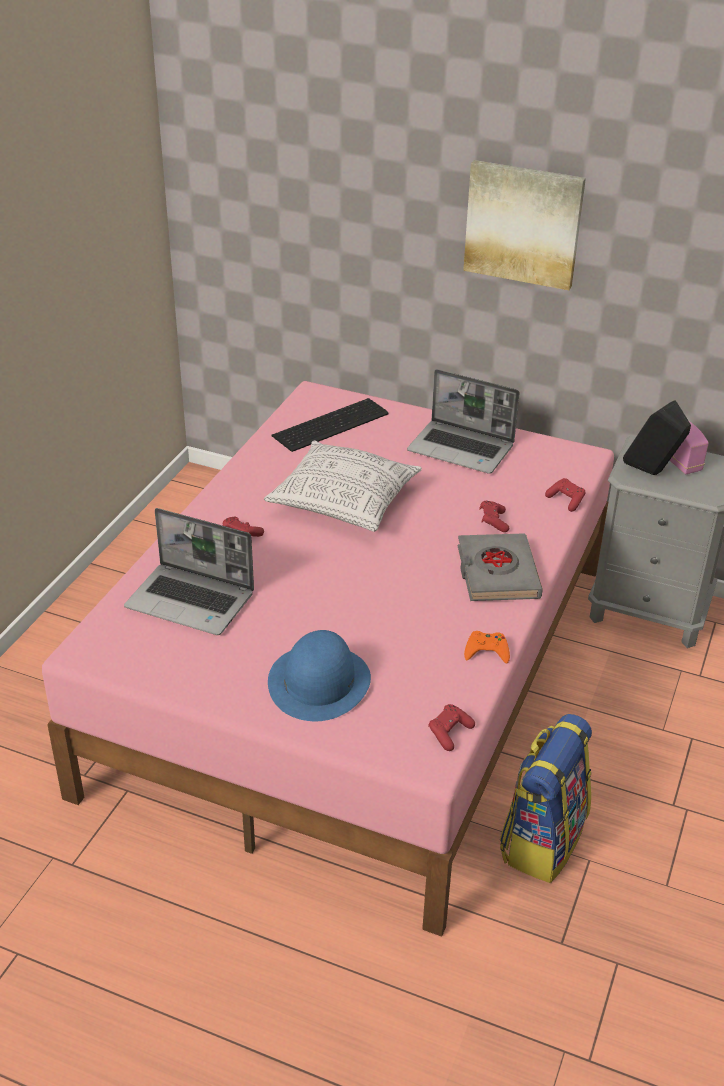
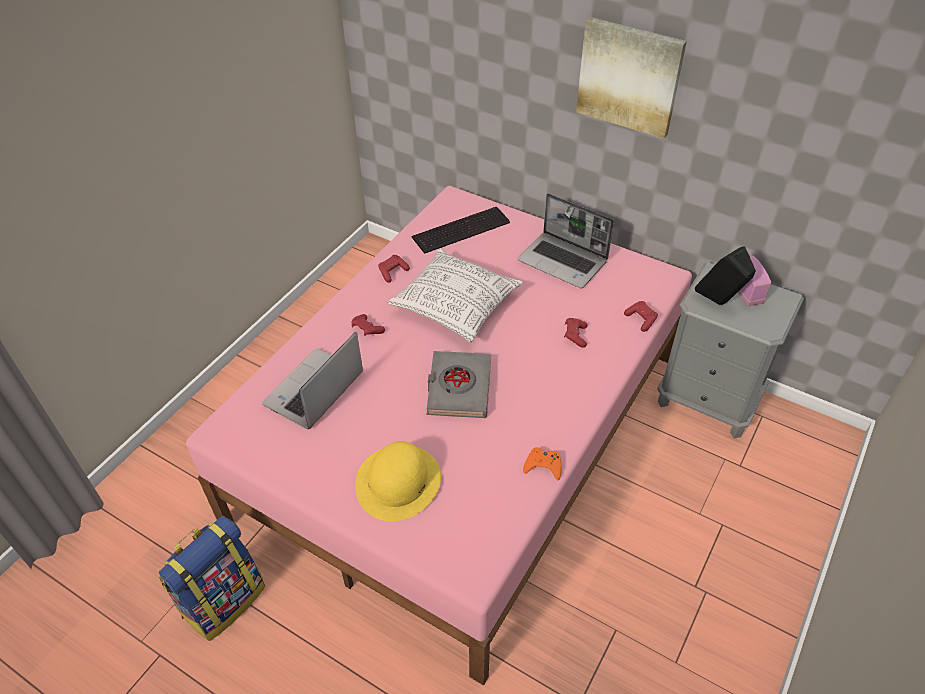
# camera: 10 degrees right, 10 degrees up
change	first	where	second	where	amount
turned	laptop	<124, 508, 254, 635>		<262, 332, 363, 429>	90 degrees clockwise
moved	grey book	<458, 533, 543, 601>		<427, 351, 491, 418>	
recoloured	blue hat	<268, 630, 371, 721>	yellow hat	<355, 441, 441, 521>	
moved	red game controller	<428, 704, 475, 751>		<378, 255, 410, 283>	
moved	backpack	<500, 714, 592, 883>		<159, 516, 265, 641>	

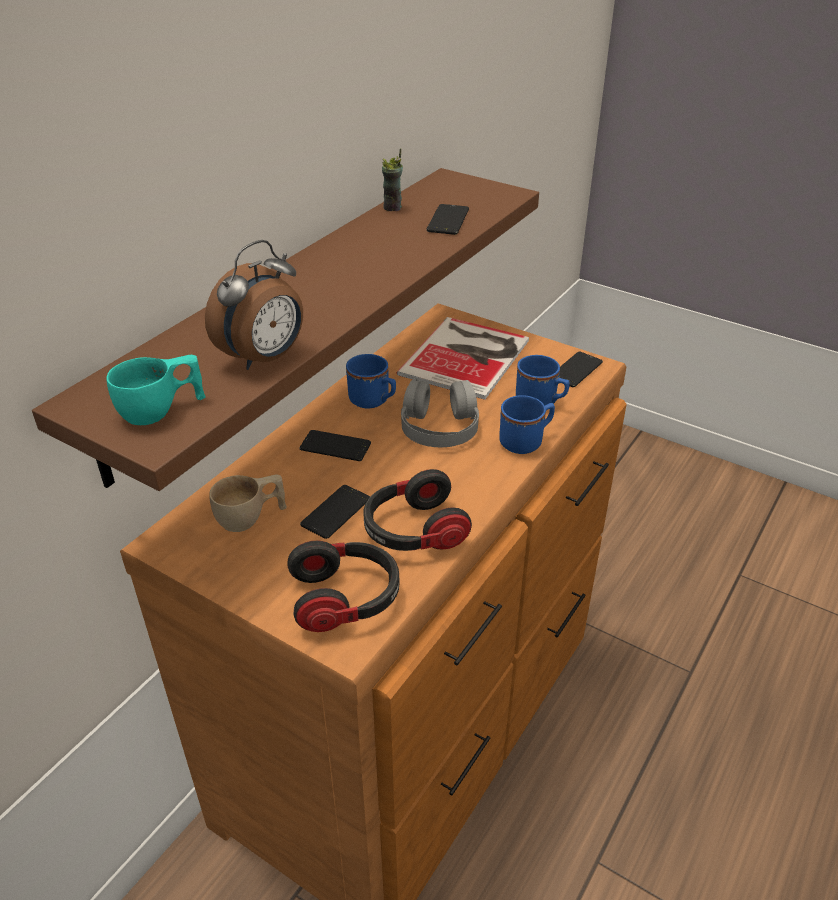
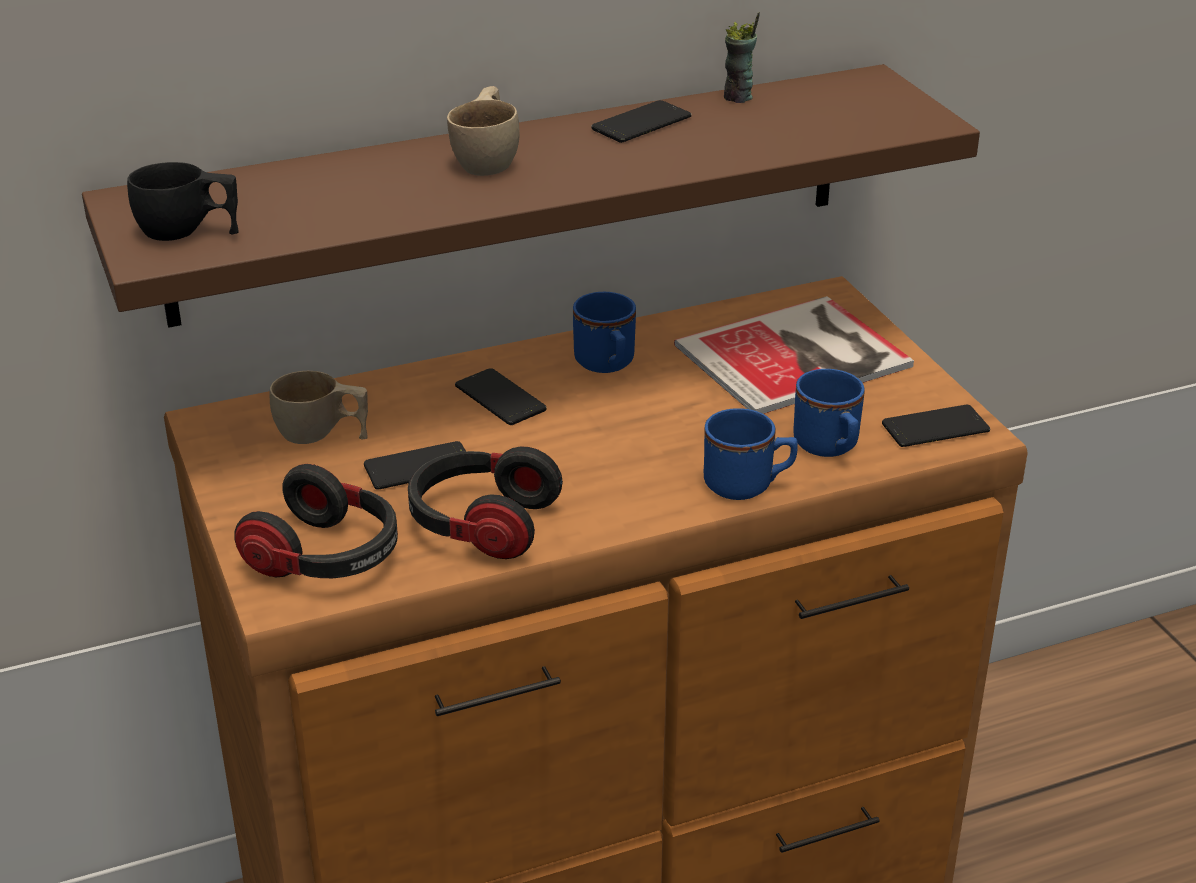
# camera: 35 degrees right, 5 degrees down
change	first	where	second	where	amount
moved	phone	<427, 204, 469, 235>		<592, 100, 691, 143>	
removed	alarm clock	<205, 240, 303, 370>			
recoloured	turquoise cup	<106, 355, 206, 425>	black cup	<127, 162, 239, 241>	
removed	grey headphones	<401, 378, 479, 447>			
added			beige cup	<447, 86, 520, 176>	

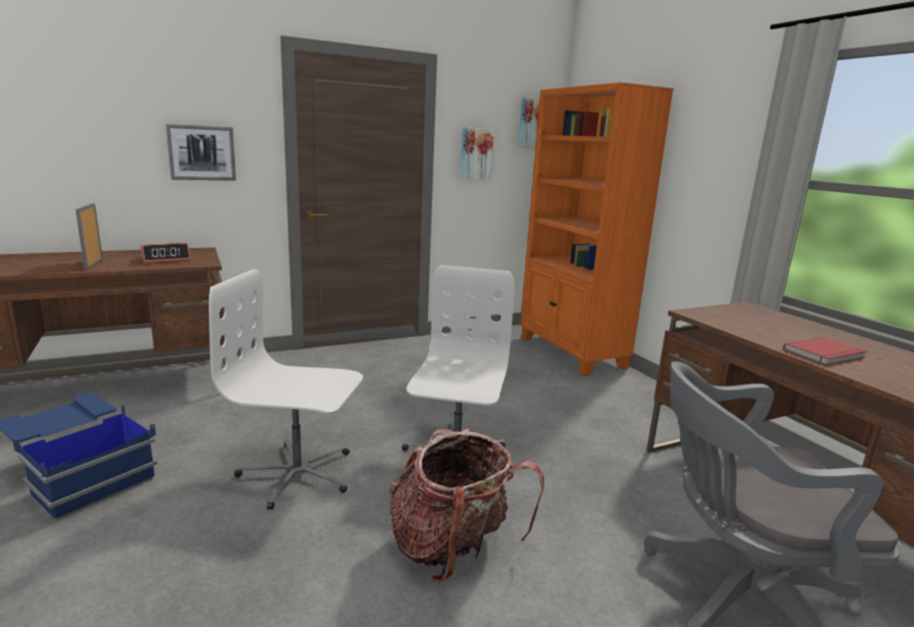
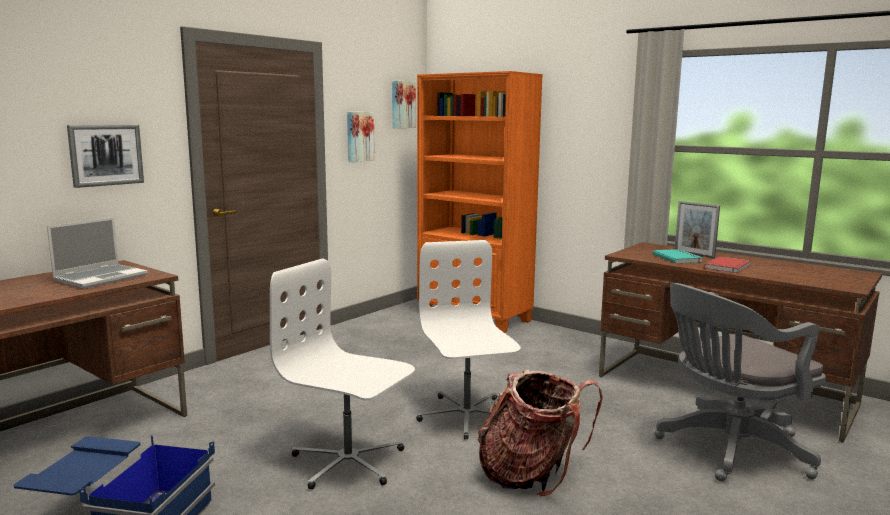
# camera: 25 degrees left, 5 degrees down
change	first	where	second	where	amount
moved	picture frame	<75, 203, 103, 270>		<675, 201, 720, 258>	
replaced	alarm clock	<141, 242, 190, 263>	laptop	<47, 217, 148, 289>	
turned	white office chair	<209, 269, 363, 510>		<270, 258, 415, 490>	45 degrees clockwise
added			turquoise book	<653, 249, 702, 263>	

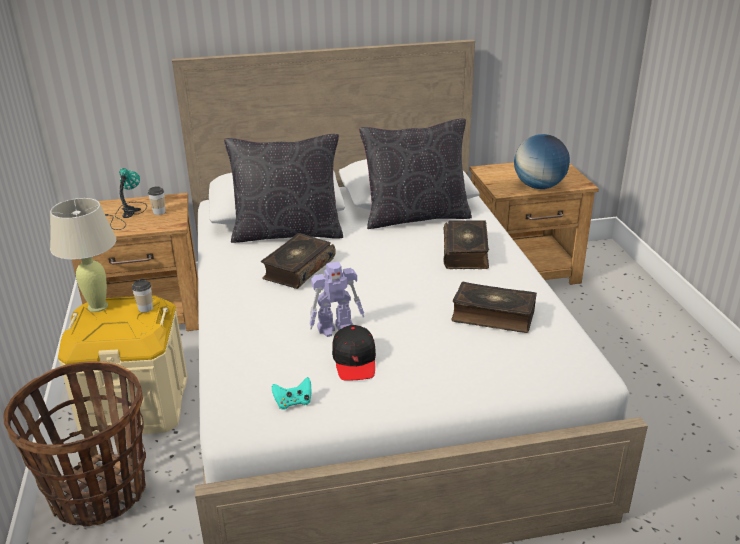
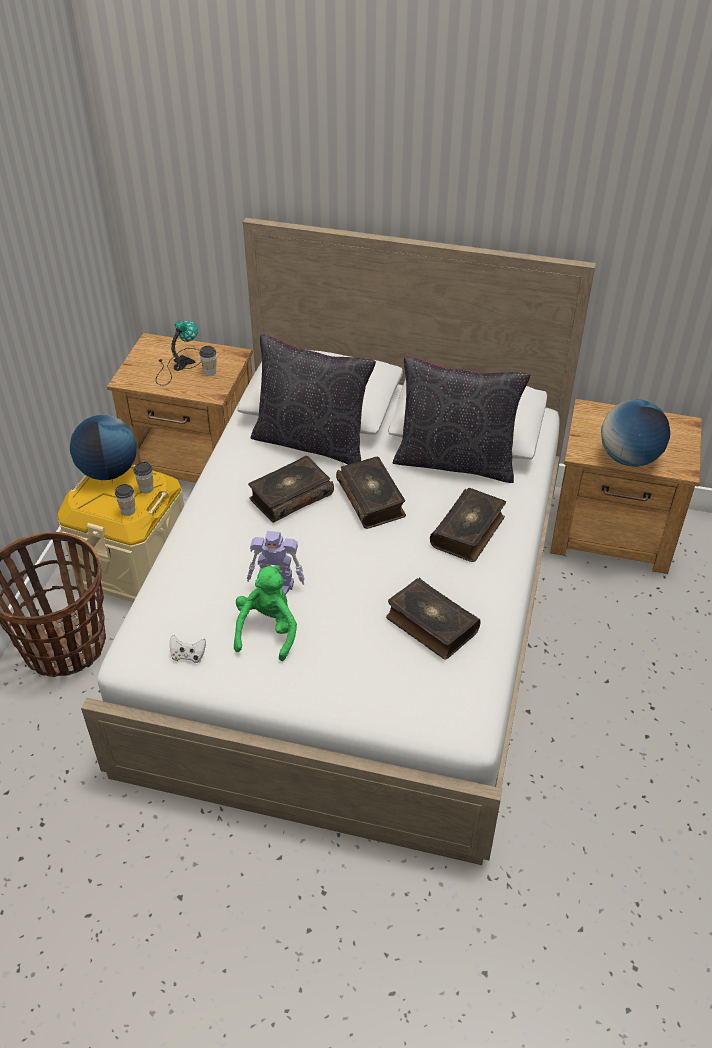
# camera: 25 degrees right, 15 degrees up
change	first	where	second	where	amount
replaced	beige table lamp	<50, 198, 116, 312>	globe	<70, 415, 137, 480>	
replaced	black cap	<332, 325, 376, 380>	green plush toy	<234, 566, 297, 661>	
recoloured	turquoise game controller	<272, 377, 312, 410>	white game controller	<170, 635, 206, 663>	
added			book	<336, 457, 406, 529>	
added			cup	<115, 484, 135, 516>	

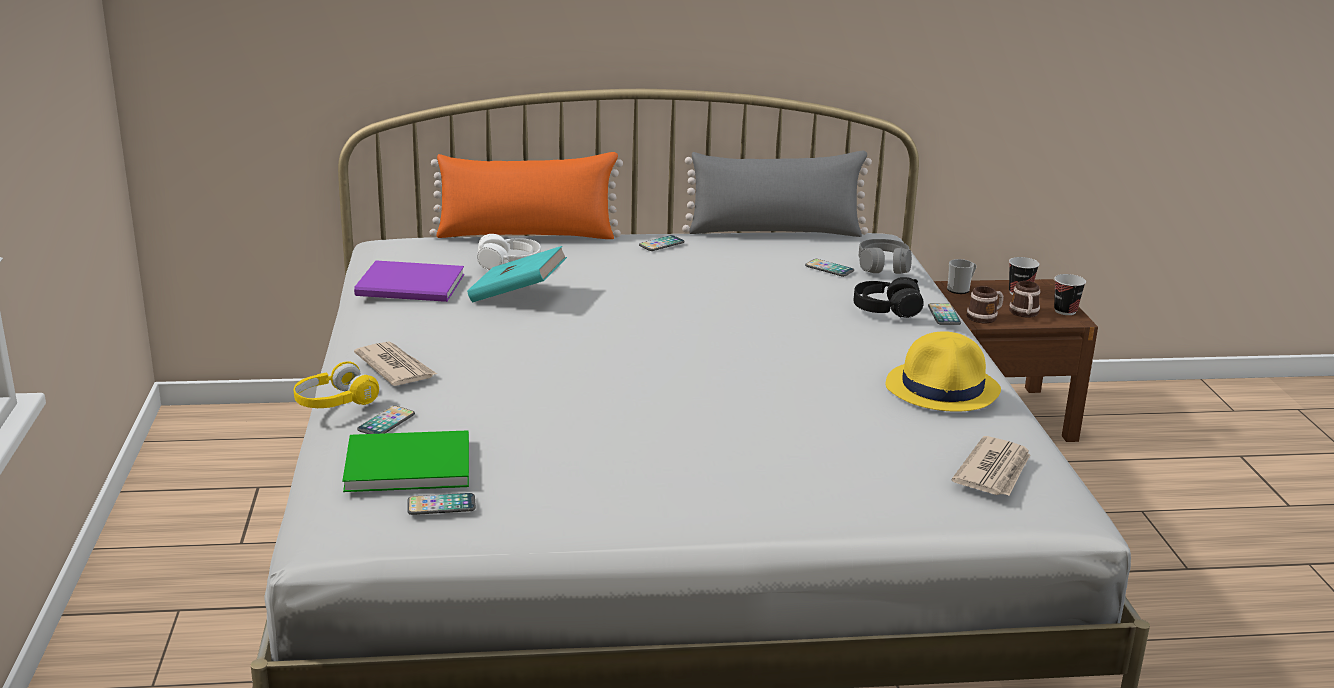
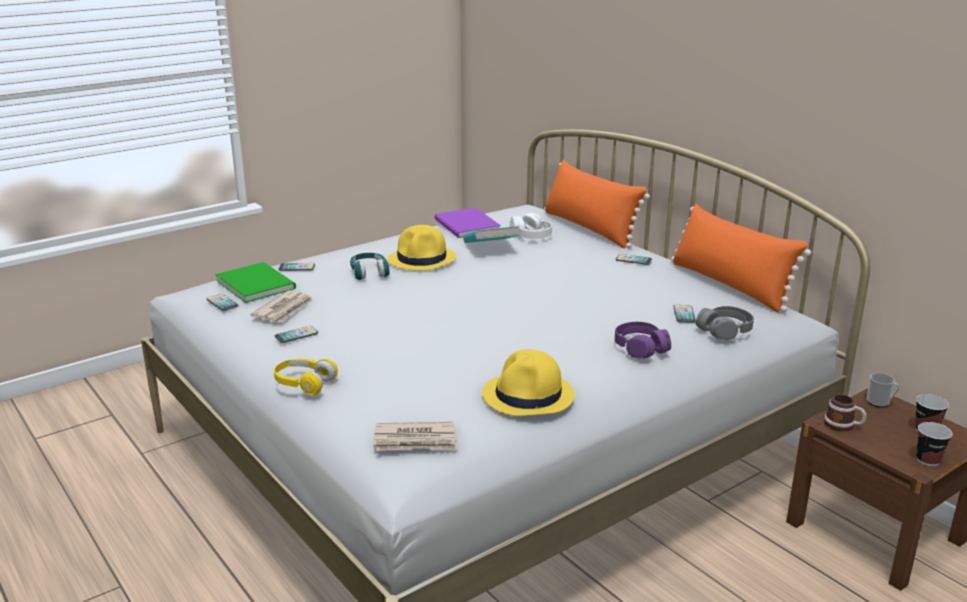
# camera: 60 degrees right, 0 degrees up
change	first	where	second	where	amount
recoloured	grey pillow	<682, 151, 872, 237>	orange pillow	<671, 204, 811, 313>	
recoloured	black headphones	<854, 277, 924, 318>	purple headphones	<615, 322, 671, 358>	
removed	mug	<1009, 281, 1040, 317>			
moved	phone	<928, 303, 961, 325>		<275, 326, 318, 343>	
moved	newspaper	<354, 341, 437, 386>		<250, 290, 313, 322>	
moved	yellow headphones	<294, 361, 379, 408>		<274, 358, 338, 395>	
added			yellow hat	<388, 225, 456, 271>	
added			turquoise headphones	<350, 253, 390, 280>	

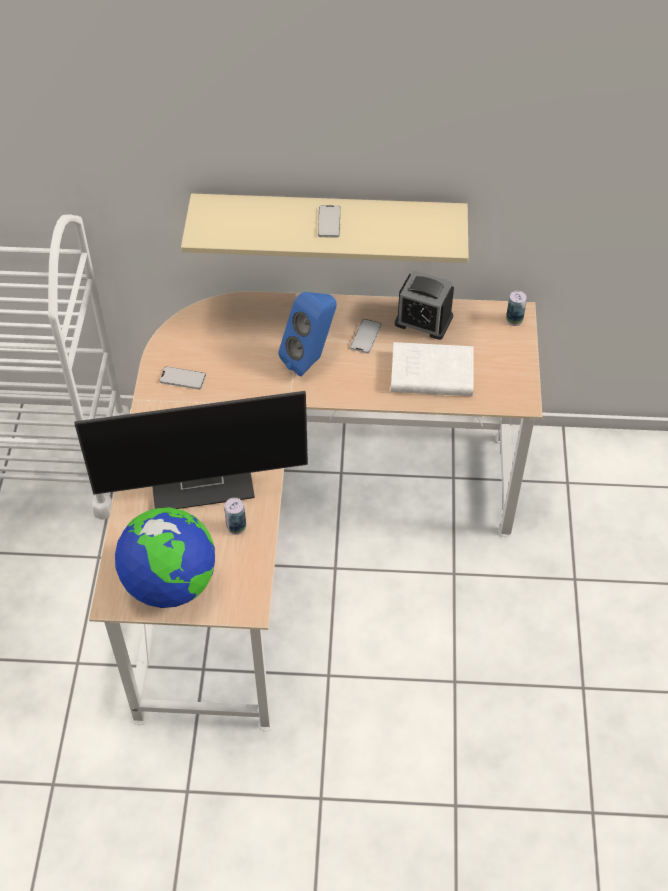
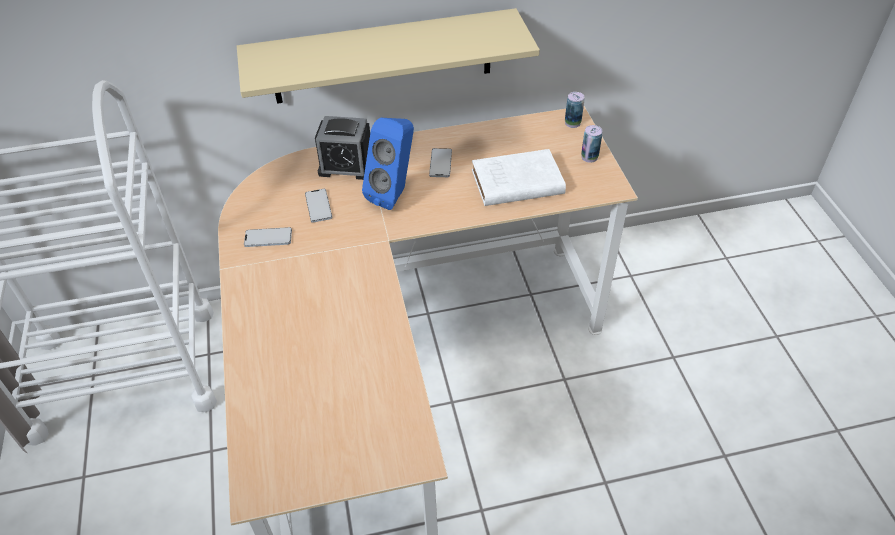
# camera: 15 degrees left, 5 degrees down
change	first	where	second	where	amount
moved	phone	<318, 205, 341, 238>		<305, 189, 332, 223>	
moved	alarm clock	<395, 270, 454, 340>		<315, 116, 370, 180>	
removed	monitor	<74, 391, 308, 509>			
moved	can	<224, 498, 246, 535>		<581, 125, 602, 163>	
removed	globe	<115, 507, 215, 608>			

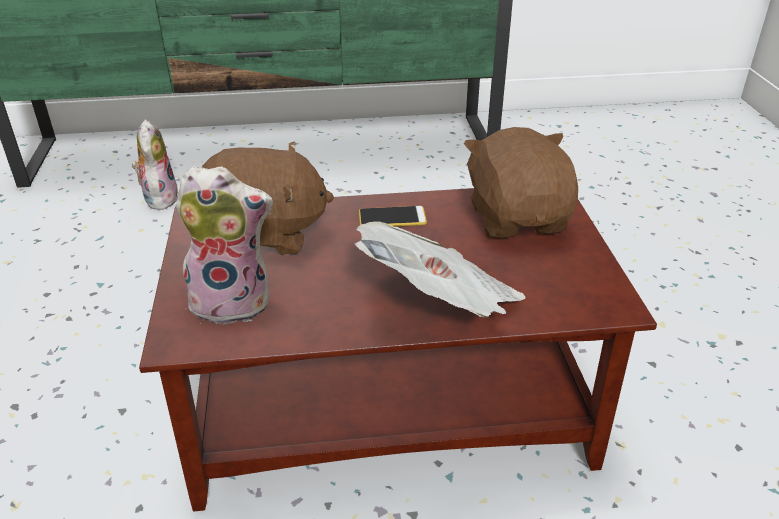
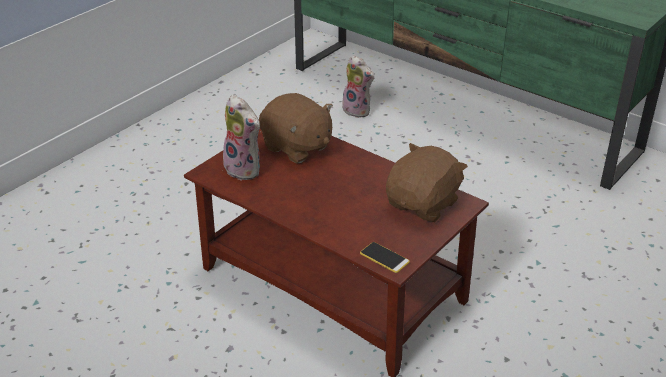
# camera: 45 degrees right, 0 degrees up
change	first	where	second	where	amount
turned	plush toy	<132, 119, 178, 210>		<342, 55, 375, 118>	90 degrees clockwise
moved	phone	<359, 206, 427, 226>		<360, 242, 410, 273>	
removed	newspaper	<355, 221, 526, 318>			

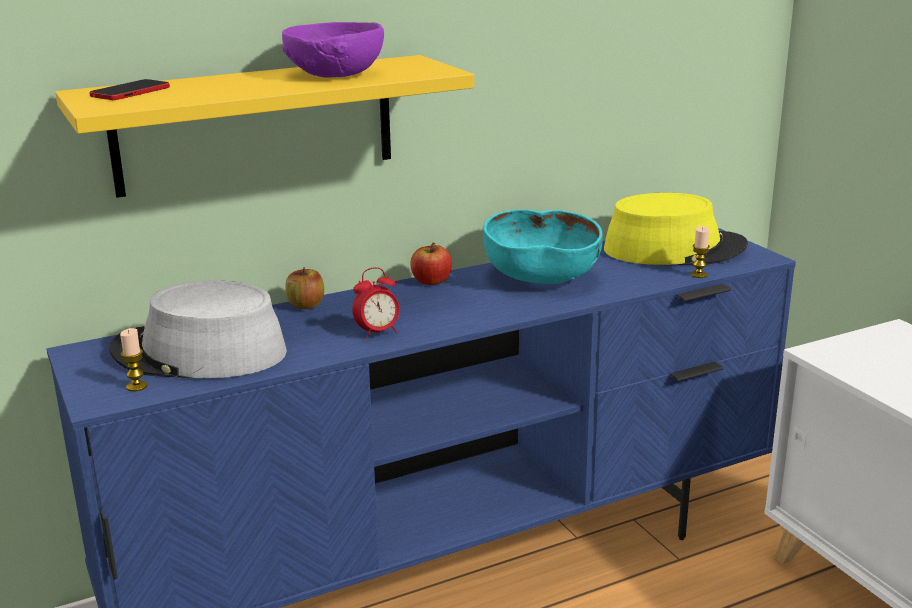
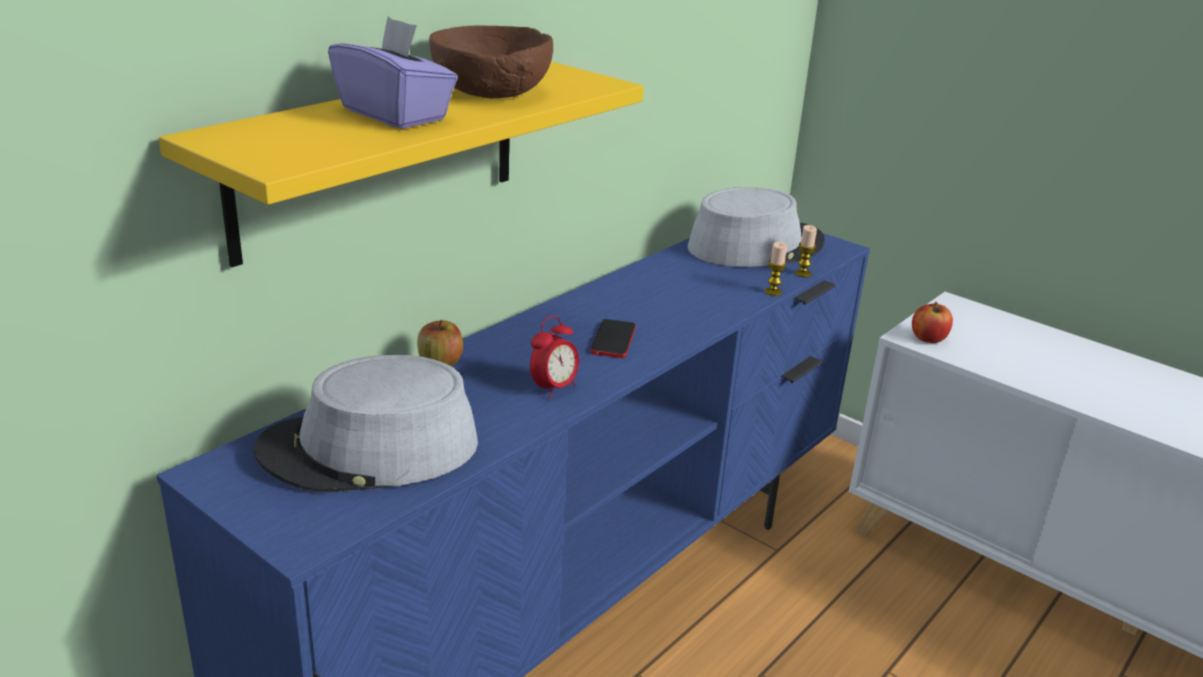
# camera: 25 degrees left, 5 degrees up
change	first	where	second	where	amount
recoloured	purple bowl	<282, 22, 384, 78>	brown bowl	<429, 26, 553, 98>	
moved	phone	<90, 79, 170, 100>		<591, 319, 636, 358>	
recoloured	yellow hat	<604, 193, 748, 265>	grey hat	<687, 187, 825, 267>	
removed	turquoise bowl	<483, 210, 603, 284>			
moved	apple	<410, 242, 452, 285>		<912, 302, 953, 343>	
moved	candle	<120, 328, 147, 392>		<765, 242, 787, 296>	
added			purple tissue box	<328, 17, 458, 129>	

